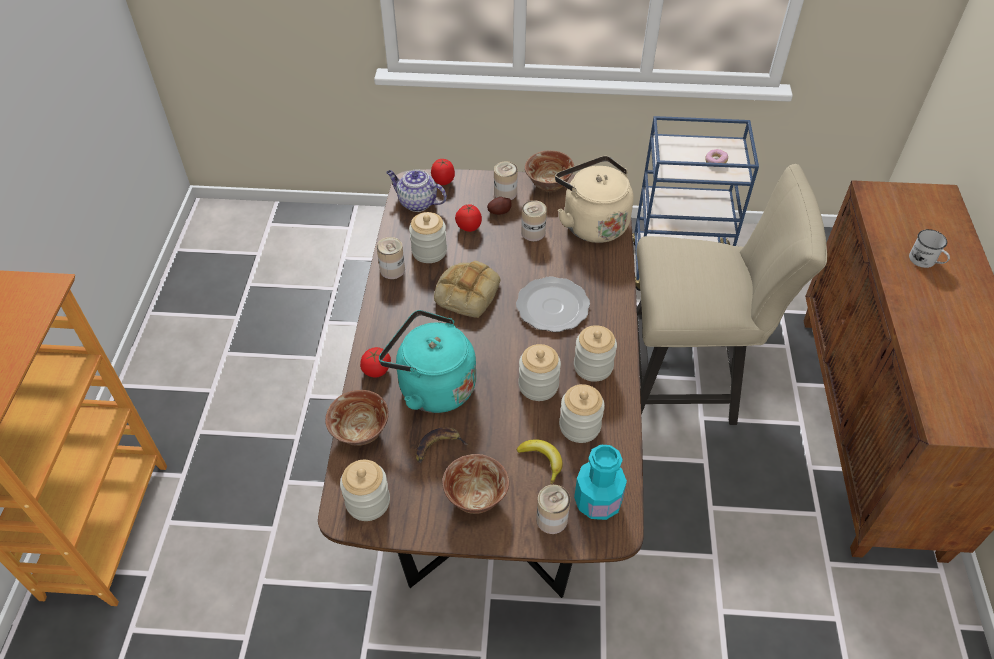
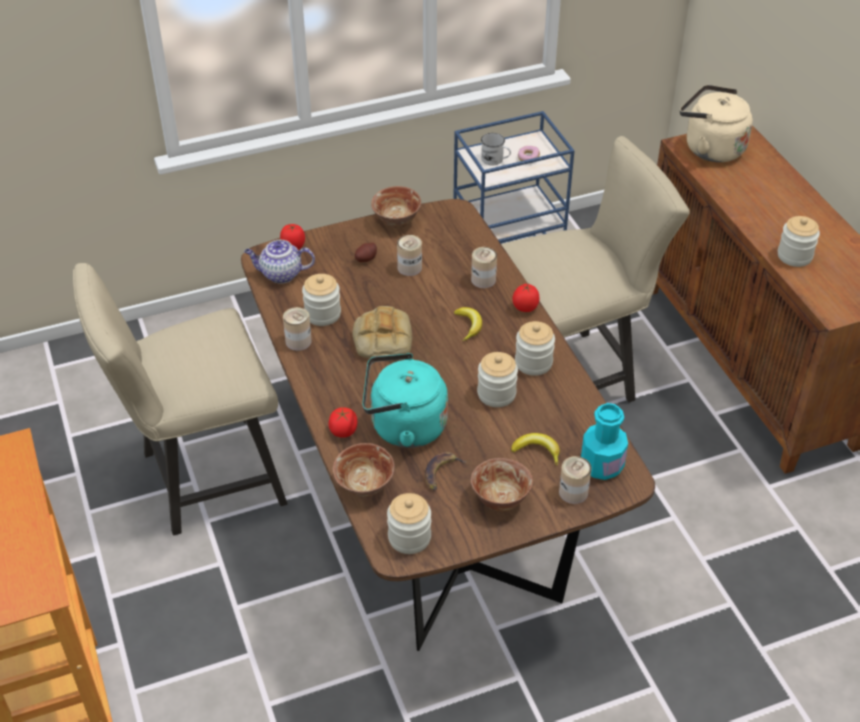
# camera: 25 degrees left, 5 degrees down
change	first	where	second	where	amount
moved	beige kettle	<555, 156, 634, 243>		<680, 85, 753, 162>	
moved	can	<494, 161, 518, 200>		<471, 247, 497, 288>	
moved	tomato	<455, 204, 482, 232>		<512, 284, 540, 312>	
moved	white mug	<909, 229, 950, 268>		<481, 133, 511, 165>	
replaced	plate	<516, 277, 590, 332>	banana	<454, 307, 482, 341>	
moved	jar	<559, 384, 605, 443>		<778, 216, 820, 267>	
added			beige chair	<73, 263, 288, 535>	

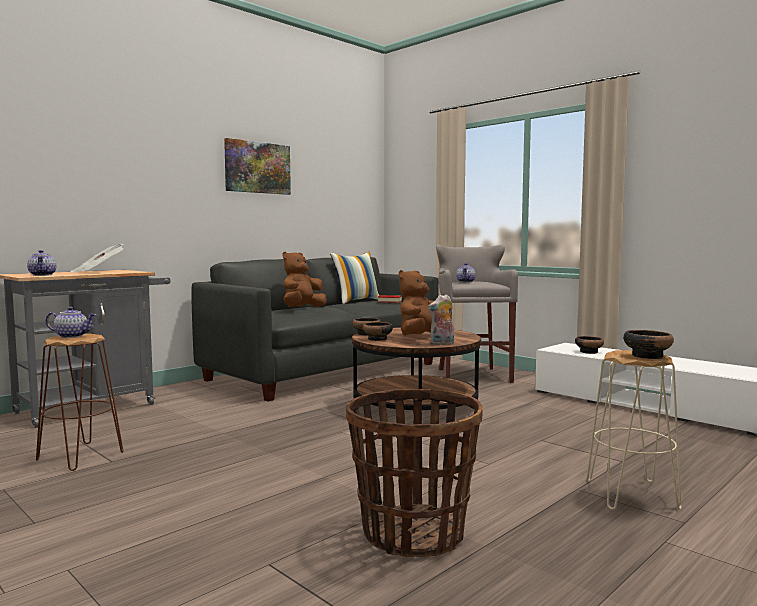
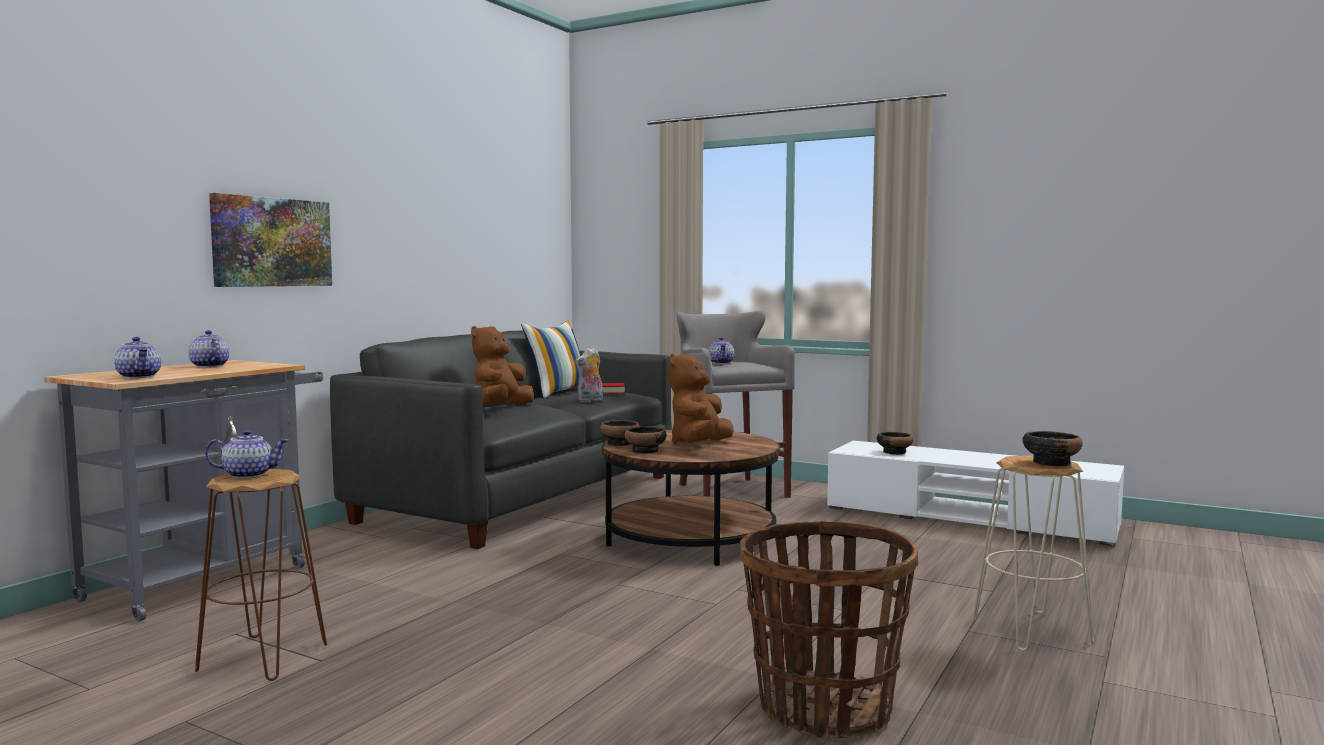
# camera: 15 degrees left, 0 degrees up
change	first	where	second	where	amount
moved	picture	<224, 138, 291, 195>		<209, 193, 332, 287>	
replaced	newspaper	<70, 244, 124, 273>	teapot	<189, 330, 229, 367>	
moved	plush toy	<428, 294, 454, 345>		<575, 348, 603, 402>	

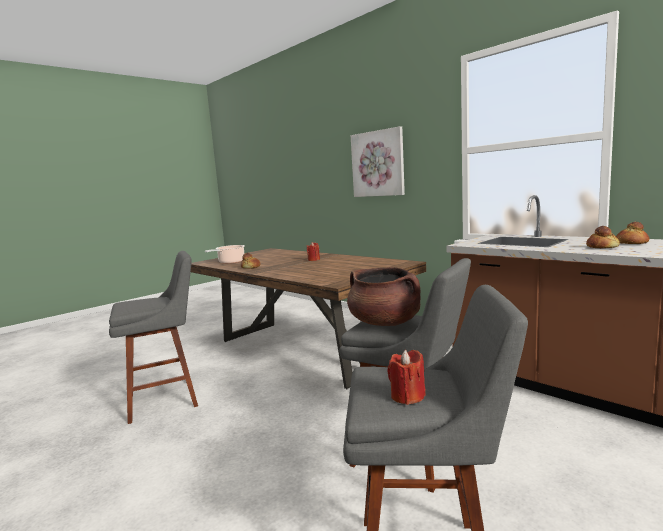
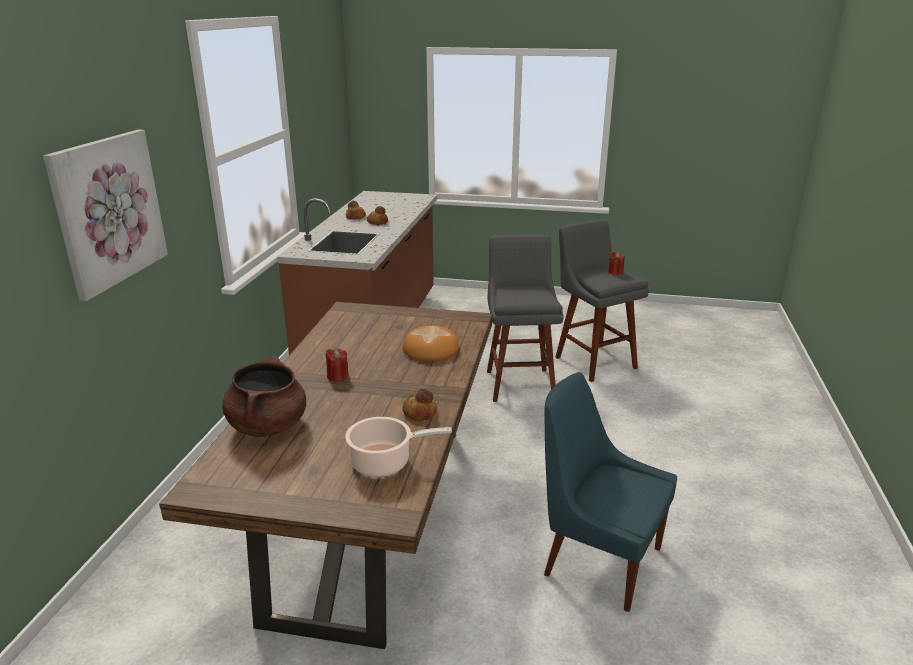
# camera: 125 degrees left, 15 degrees up
change	first	where	second	where	amount
replaced	grey stool	<109, 251, 198, 424>	blue chair	<544, 372, 677, 612>	
moved	brown cooking pot	<347, 267, 420, 326>		<222, 356, 306, 437>	
added			bread	<403, 326, 459, 361>	

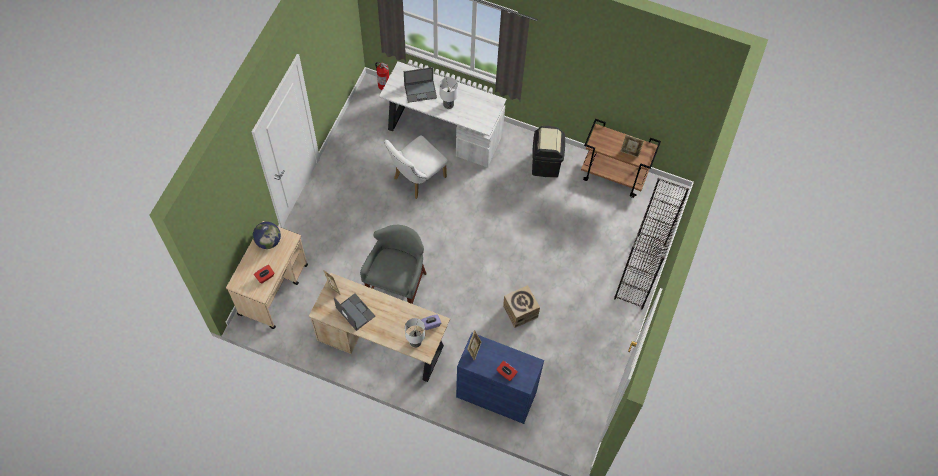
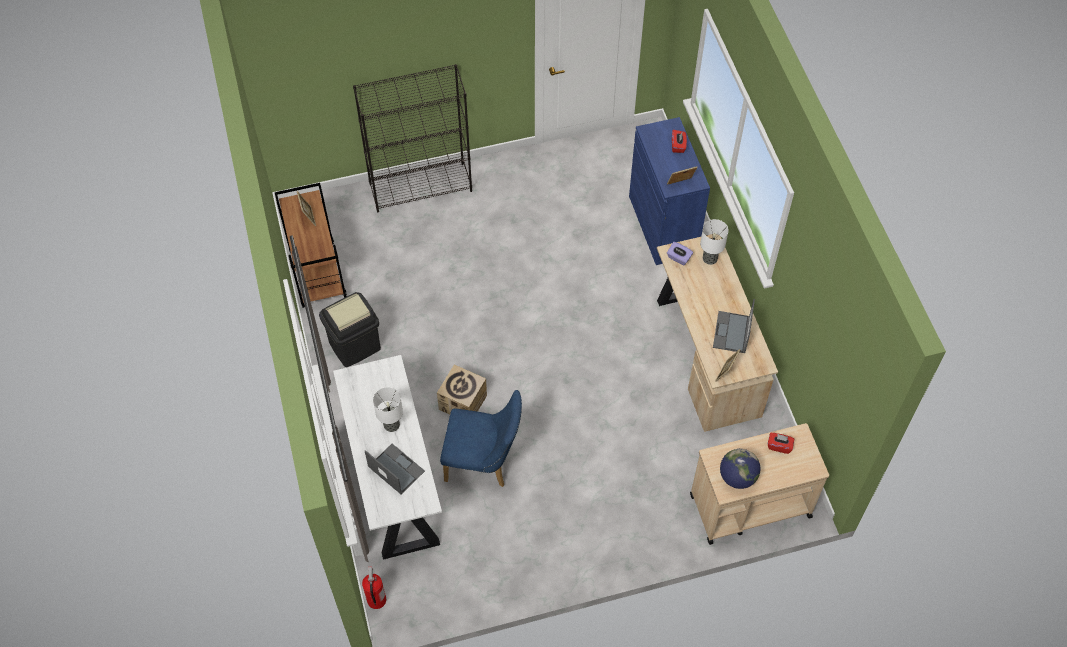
# camera: 125 degrees left, 5 degrees down
change	first	where	second	where	amount
recoloured	white chair	<384, 135, 448, 199>	blue chair	<440, 390, 522, 487>	
removed	grey stool	<360, 225, 427, 304>			
moved	cardboard box	<503, 285, 540, 328>		<437, 365, 487, 414>	

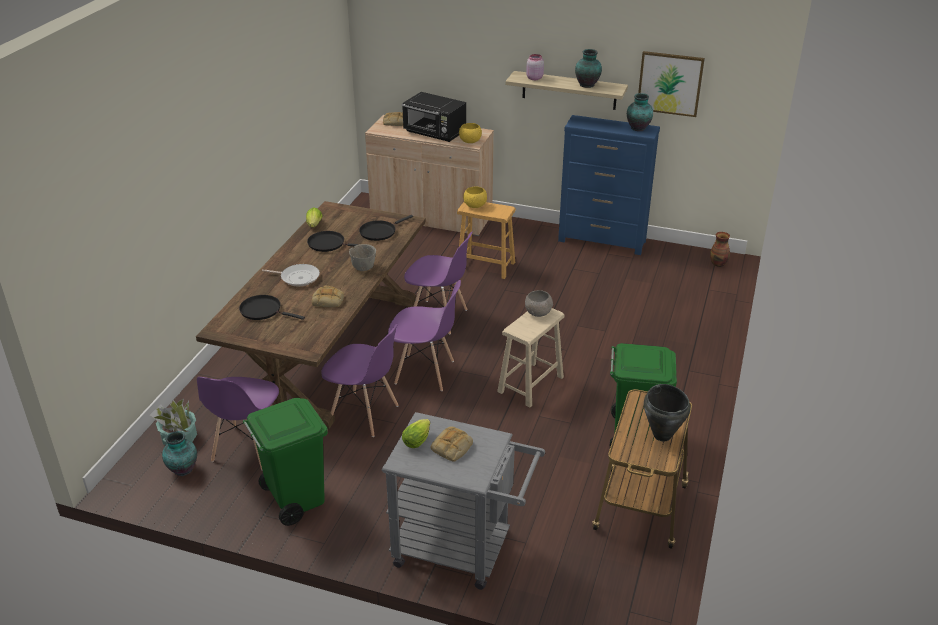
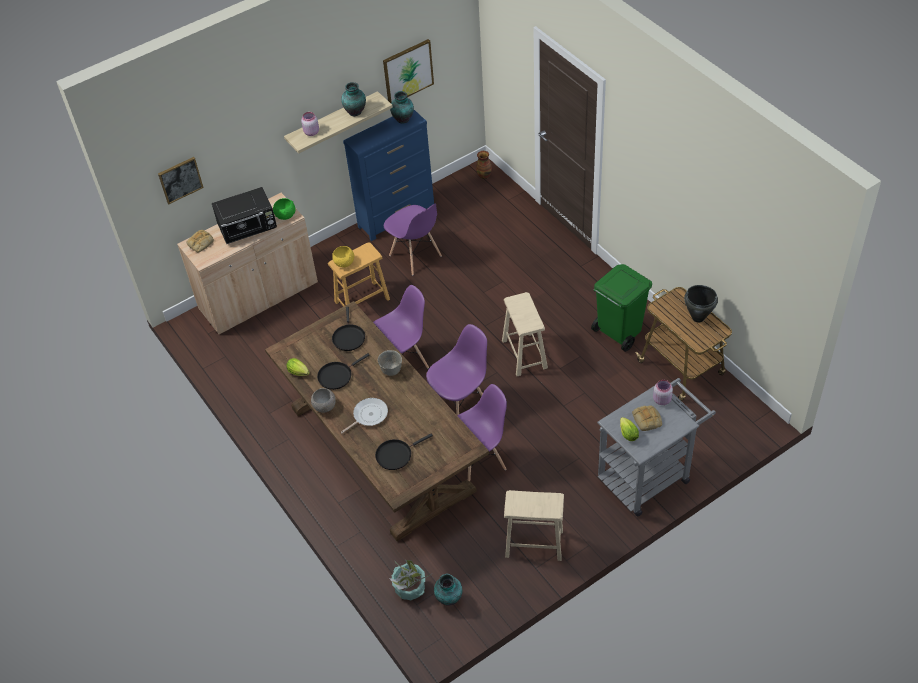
# camera: 50 degrees left, 15 degrees up
change	first	where	second	where	amount
recoloured	yellow bowl	<459, 123, 482, 143>	green bowl	<273, 198, 295, 220>	
removed	bread	<312, 286, 344, 307>			
moved	grey bowl	<525, 290, 553, 317>		<311, 388, 336, 413>	
moved	purple chair	<197, 377, 279, 470>		<384, 204, 442, 275>	
replaced	green trash can	<243, 398, 328, 526>	beige stool	<504, 490, 564, 561>	
added			picture	<158, 157, 204, 204>	
added			pink jar	<653, 380, 673, 405>	

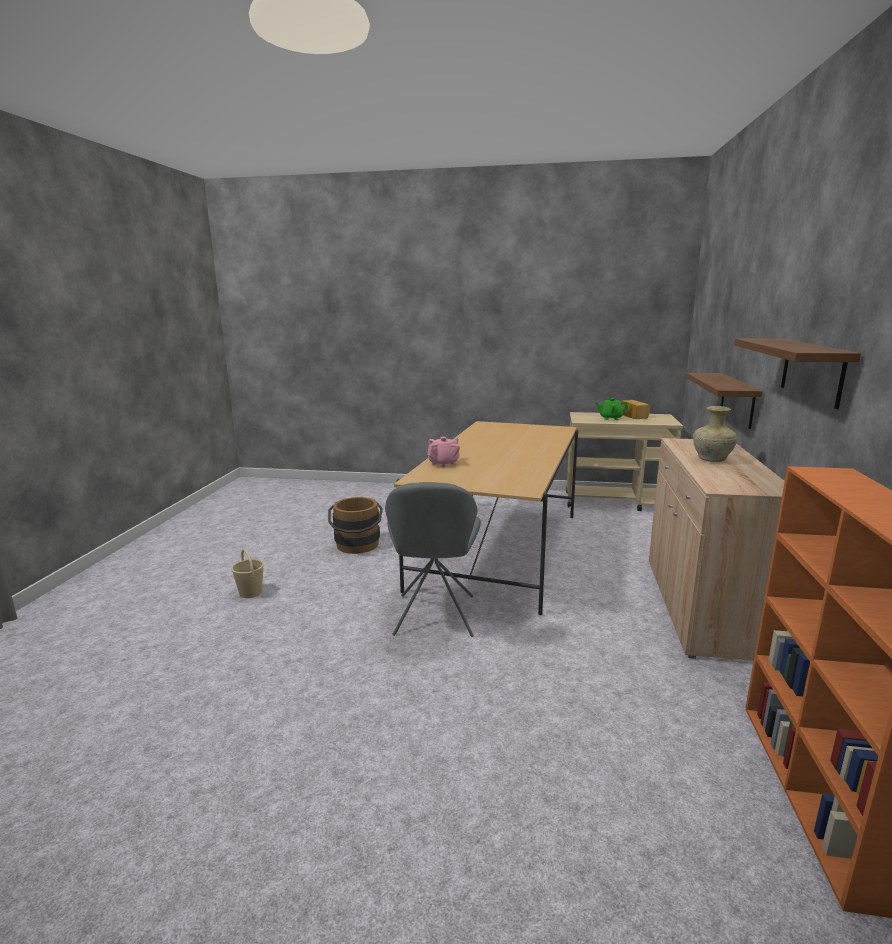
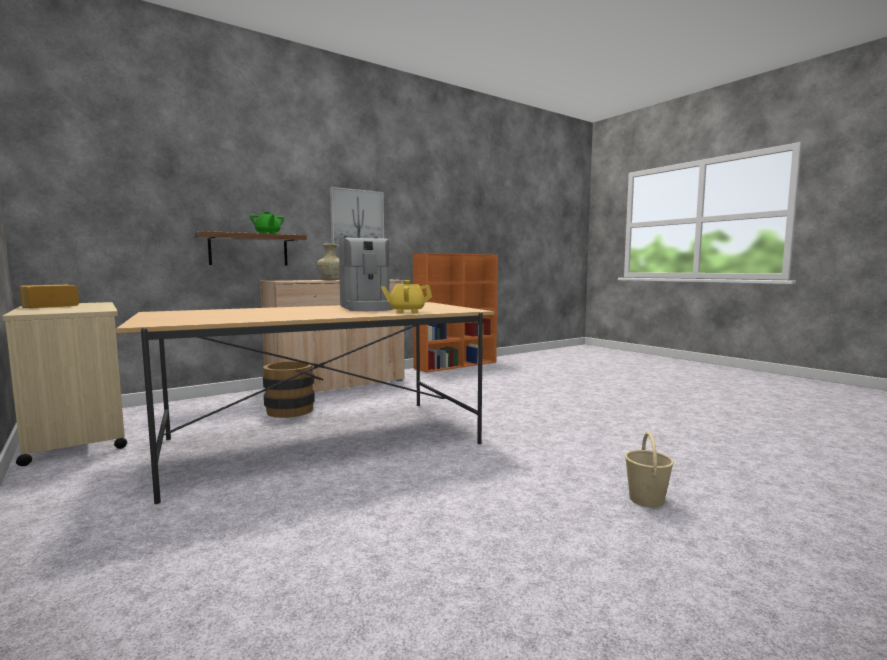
# camera: 135 degrees left, 10 degrees down
change	first	where	second	where	amount
replaced	shelf	<734, 339, 861, 409>	picture	<330, 187, 384, 247>	
moved	green teapot	<595, 398, 628, 420>		<250, 212, 284, 234>	
recoloured	pink teapot	<427, 437, 460, 467>	yellow teapot	<381, 280, 432, 313>	
removed	grey chair	<385, 482, 481, 637>			
moved	brown bucket	<328, 497, 383, 554>		<263, 361, 323, 418>	
added			coffee machine	<339, 238, 393, 311>	

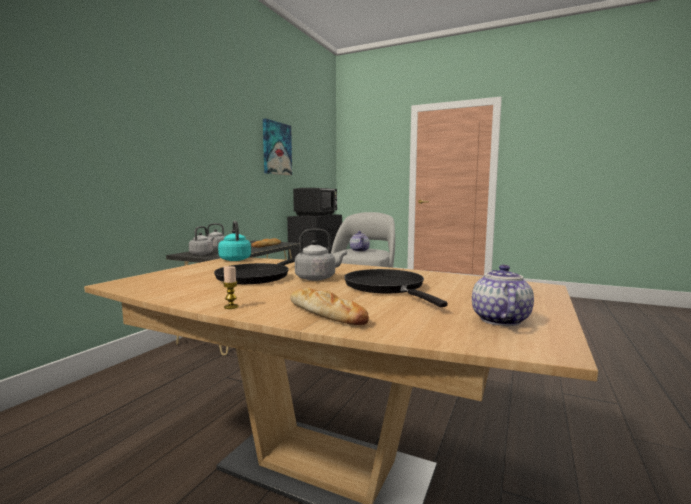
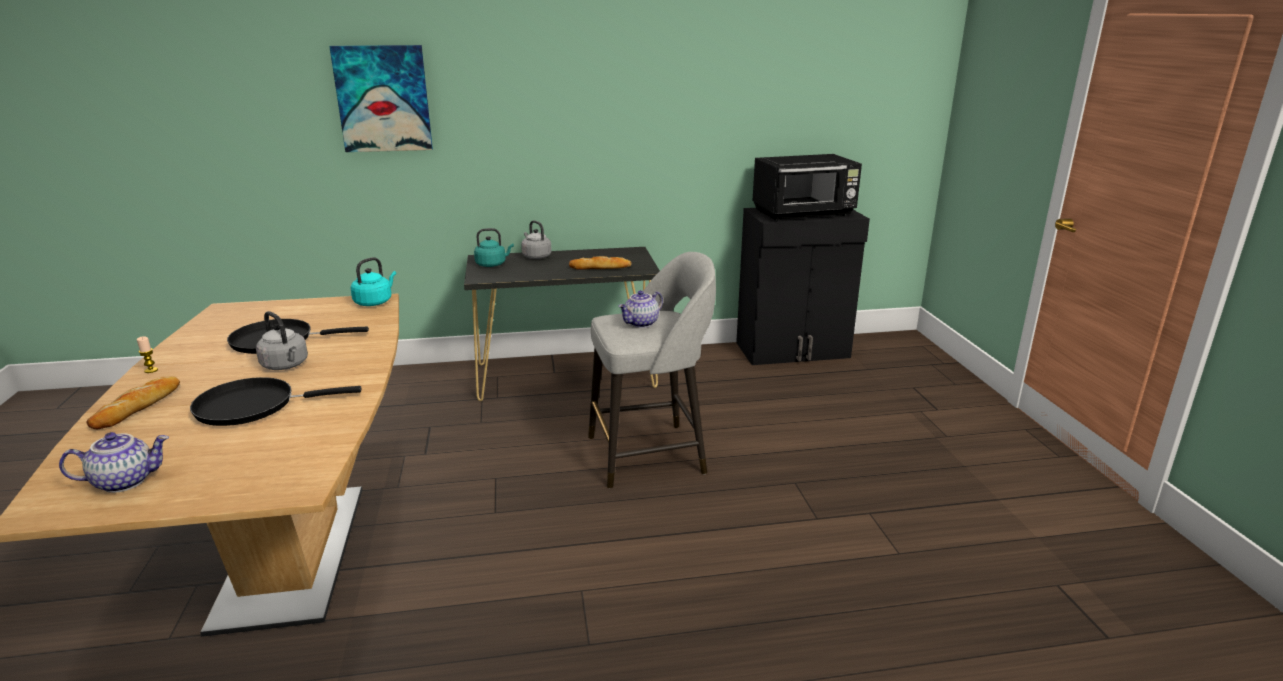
# camera: 55 degrees right, 15 degrees up
change	first	where	second	where	amount
moved	picture	<263, 118, 292, 175>		<329, 45, 433, 152>	
recoloured	grey kettle	<189, 226, 214, 255>	turquoise kettle	<474, 228, 514, 267>	
turned	black frying pan	<344, 269, 448, 307>		<190, 377, 362, 426>	135 degrees counterclockwise

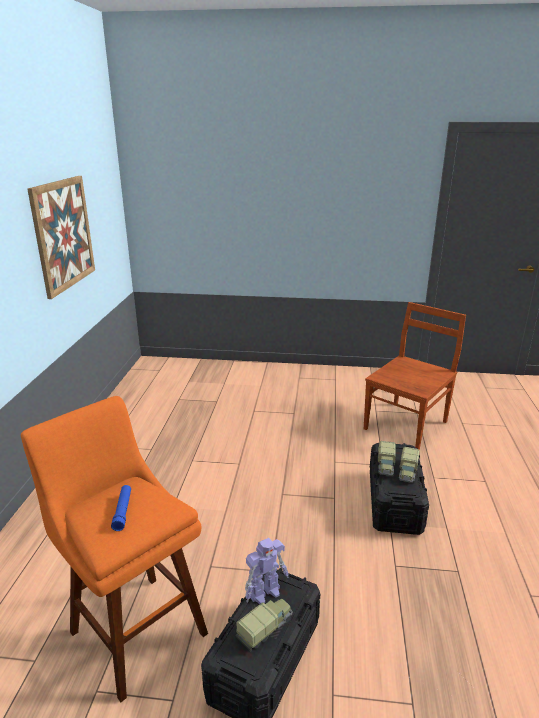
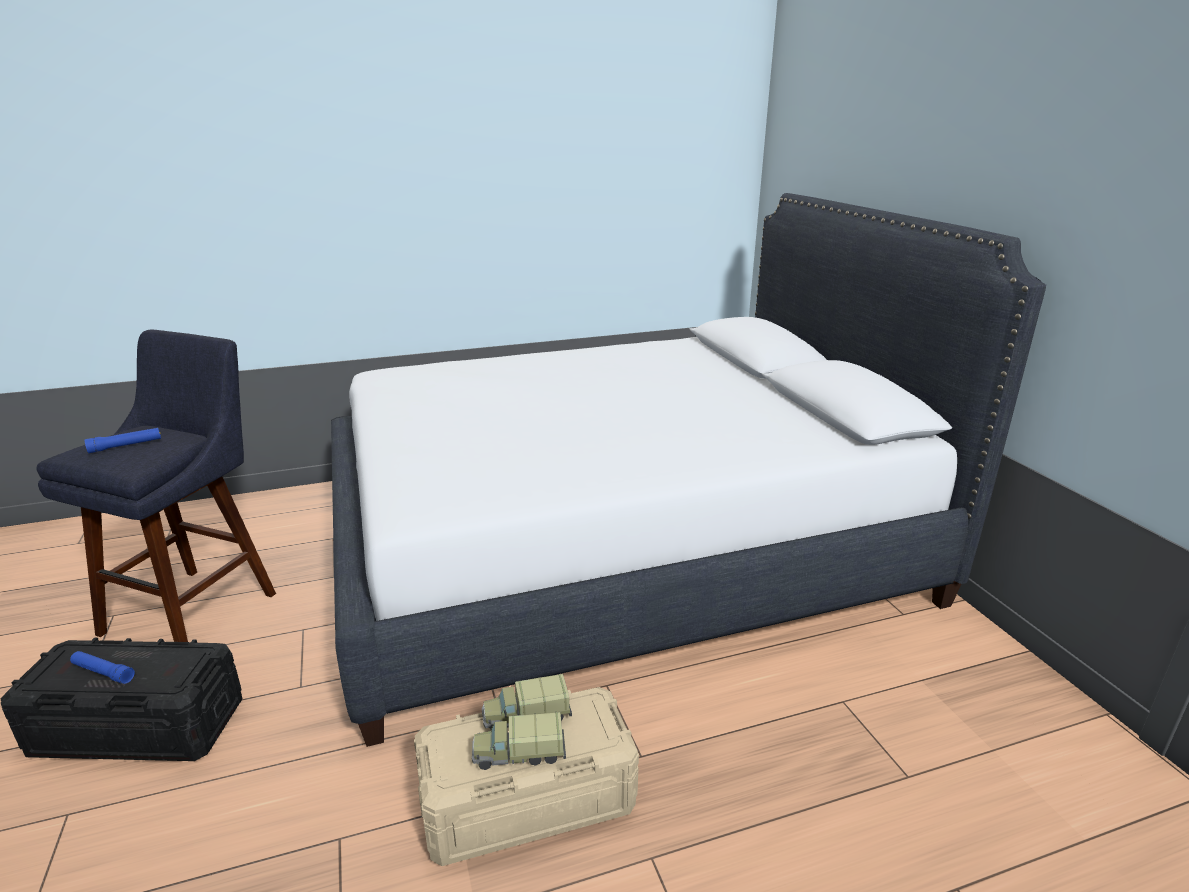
# camera: 65 degrees right, 0 degrees up
change	first	where	second	where	amount
removed	picture	<27, 176, 95, 299>			
removed	brown chair	<364, 302, 466, 449>			
recoloured	orange stool	<21, 396, 208, 702>	blue stool	<37, 330, 276, 642>	
recoloured	black storage box	<370, 443, 429, 535>	beige storage box	<414, 687, 639, 866>	
removed	toy robot	<245, 538, 289, 604>			
replaced	toy truck	<236, 599, 293, 651>	blue flashlight	<70, 651, 135, 684>	
added			white bed	<331, 193, 1046, 747>	

